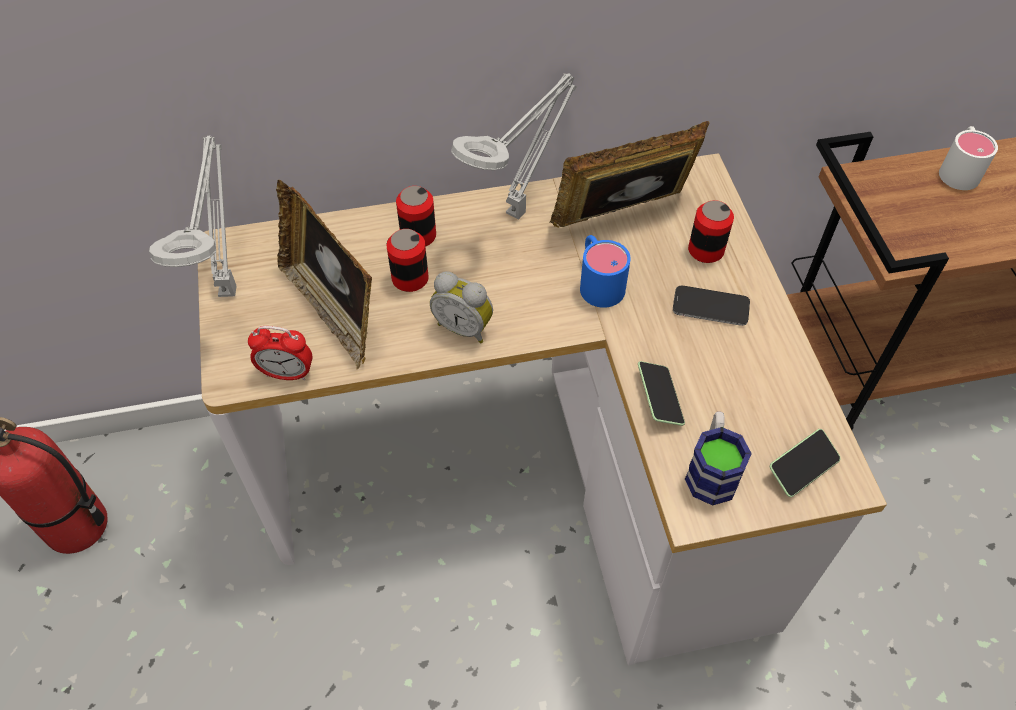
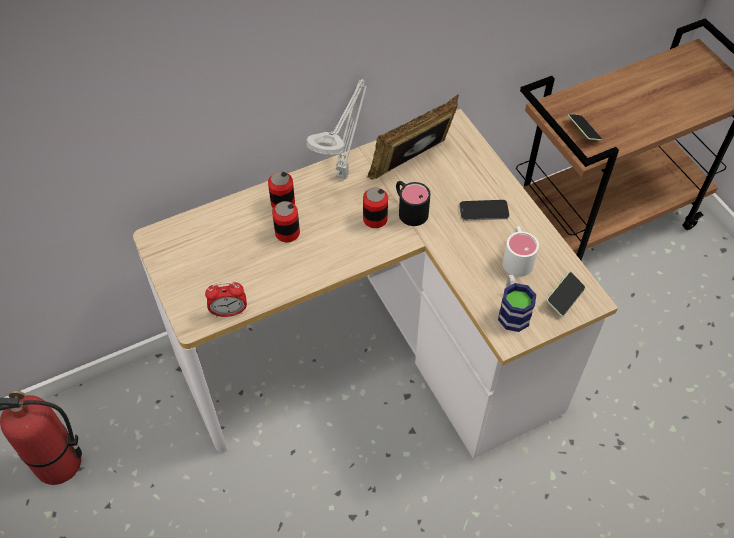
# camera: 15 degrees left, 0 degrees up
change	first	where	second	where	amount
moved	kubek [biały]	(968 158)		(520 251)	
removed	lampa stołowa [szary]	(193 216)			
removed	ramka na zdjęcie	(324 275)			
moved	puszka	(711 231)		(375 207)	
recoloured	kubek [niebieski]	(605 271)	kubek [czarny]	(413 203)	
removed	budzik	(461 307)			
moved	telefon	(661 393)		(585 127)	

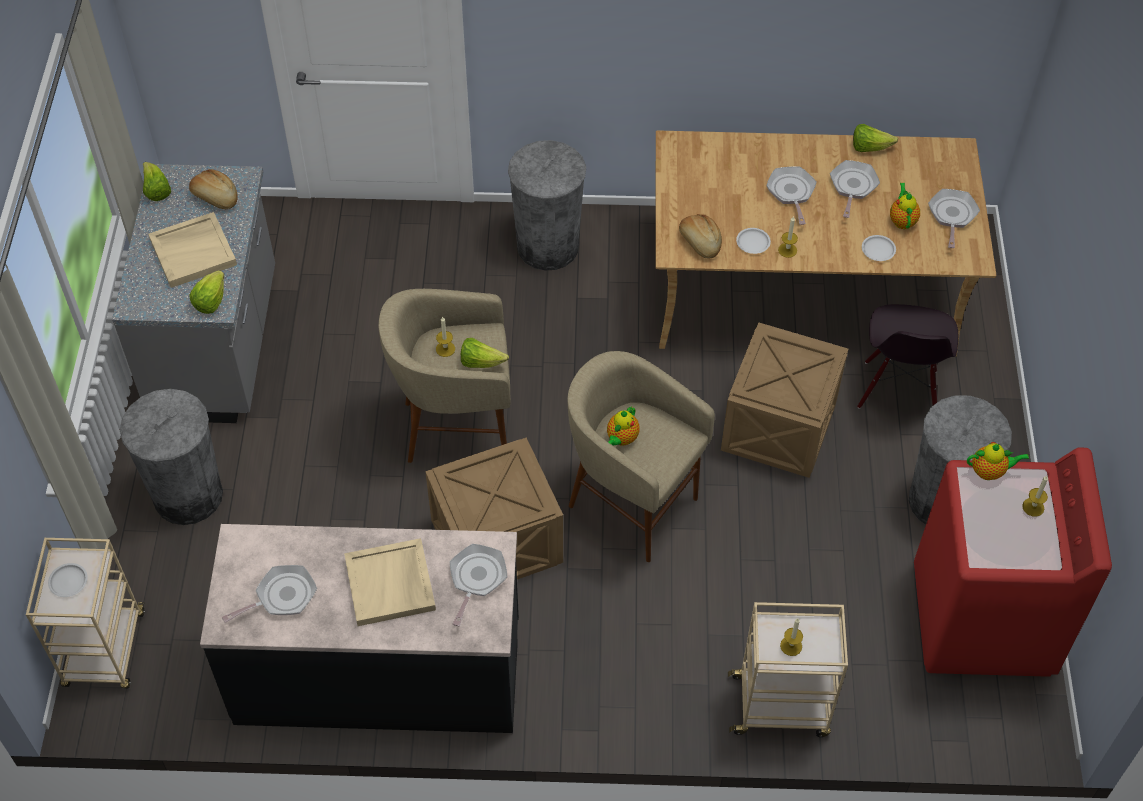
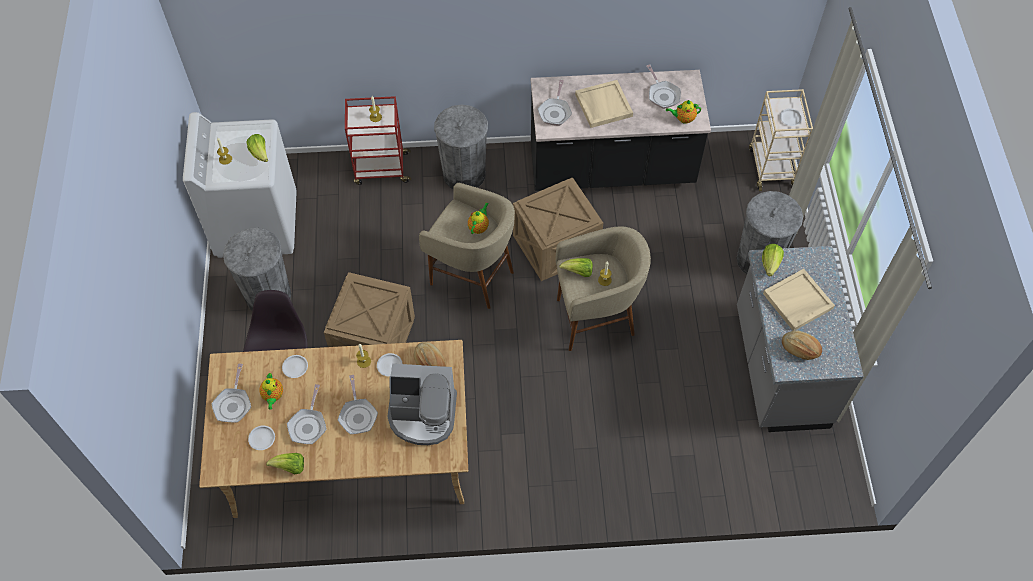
# camera: 175 degrees right, 5 degrees up
change	first	where	second	where	amount
moved	kosz na śmieci [szary]	(547 205)		(461 147)	
moved	sałata	(157 181)		(257 148)	
moved	imbryk	(998 461)		(683 112)	
recoloured	pralka [czerwony]	(1013 562)	pralka [biały]	(240 185)	
turned	patelnia	(269 594)		(664 87)	75 degrees counterclockwise
recoloured	wózek [beżowy]	(788 669)	wózek [czerwony]	(378 140)	
added			ekspres do kawy	(422 404)	
added			talerz [biały]	(261 438)	

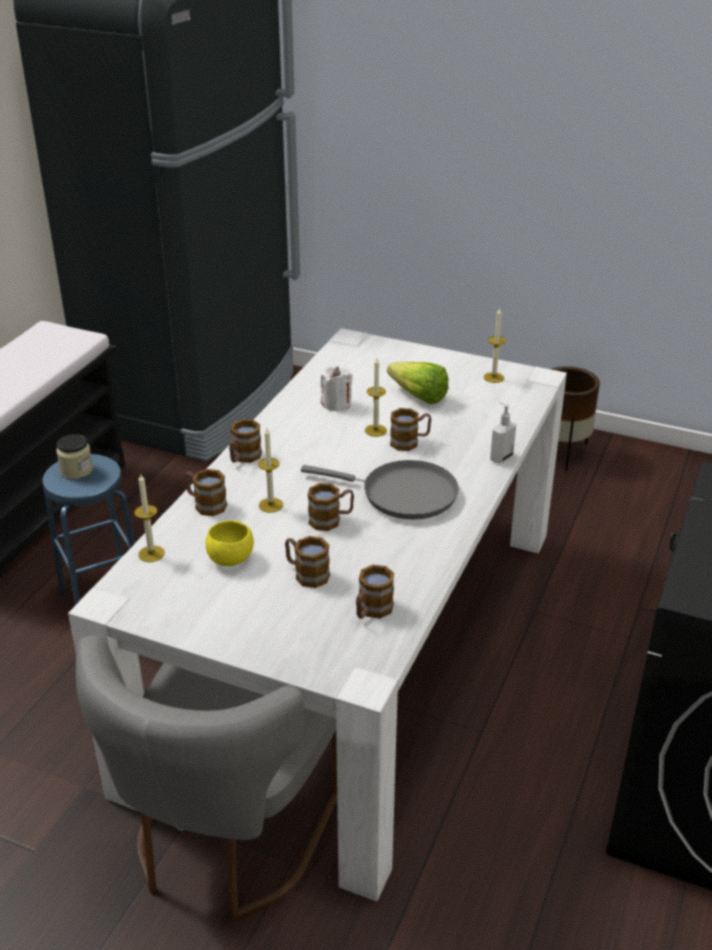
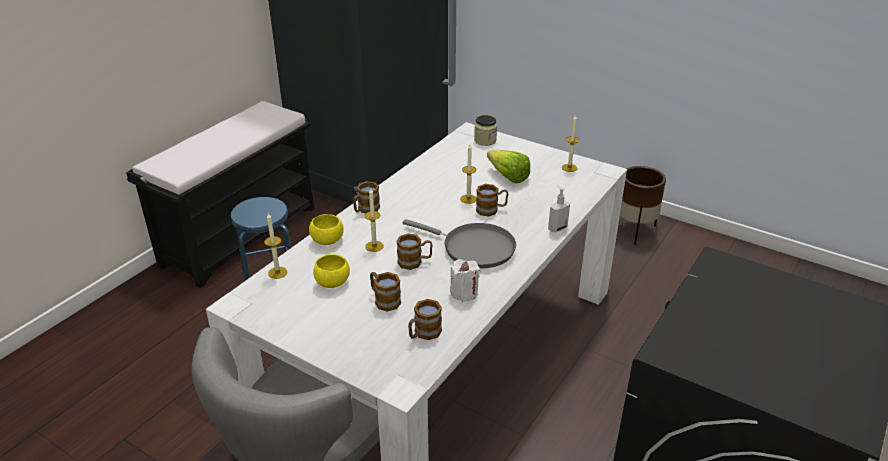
# camera: 10 degrees right, 0 degrees up
change	first	where	second	where	amount
moved	świeca [biały]	(337 389)		(465 280)	
moved	słoik	(74 456)		(485 130)	
replaced	kubek	(206 492)	miska [żółty]	(326 229)	

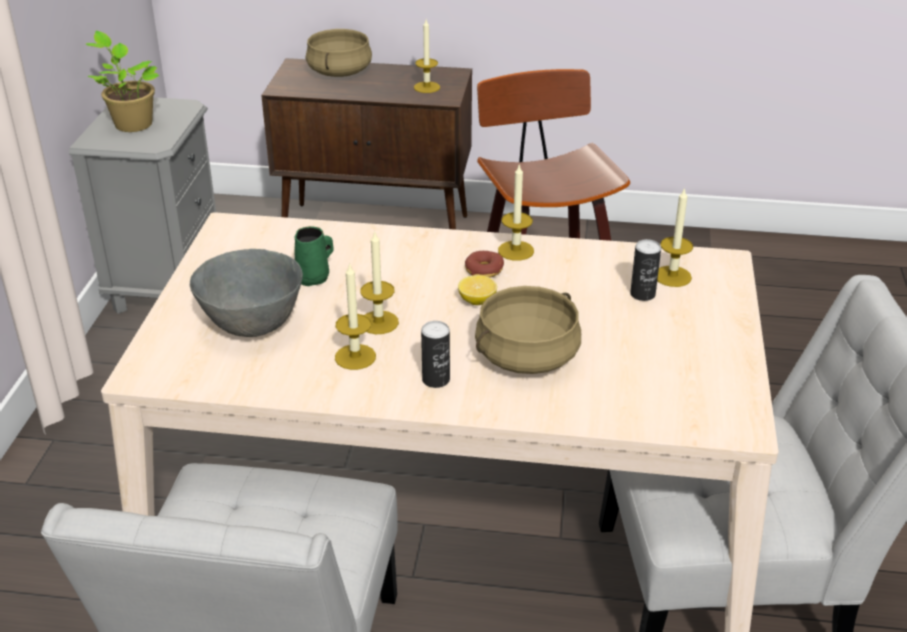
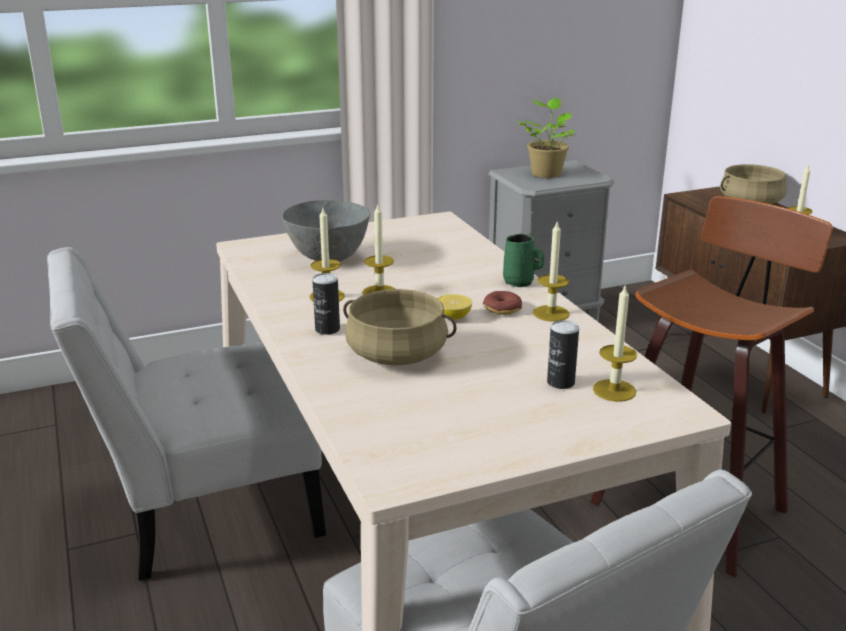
# camera: 60 degrees right, 10 degrees down
change	first	where	second	where	amount
moved	kubek [zielony]	(314 256)		(523 260)	

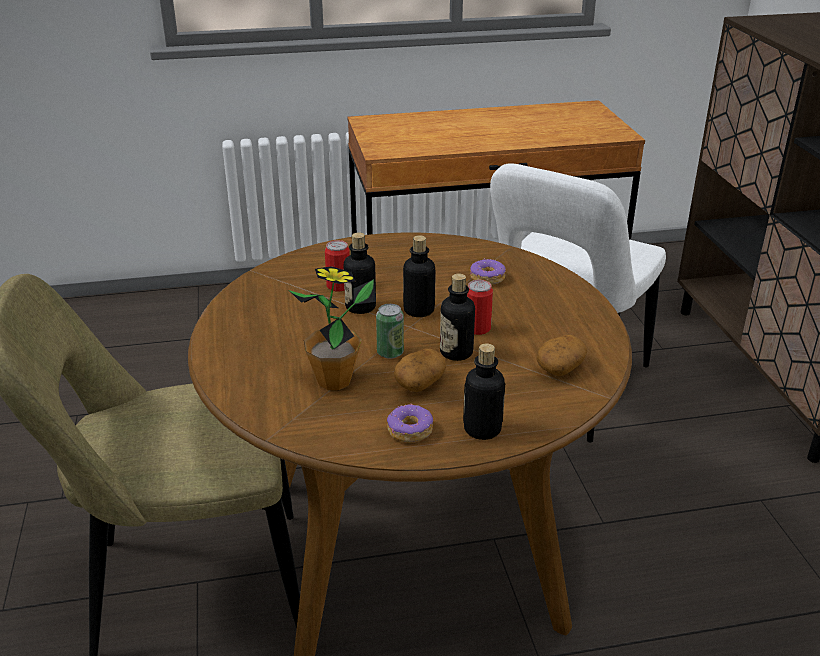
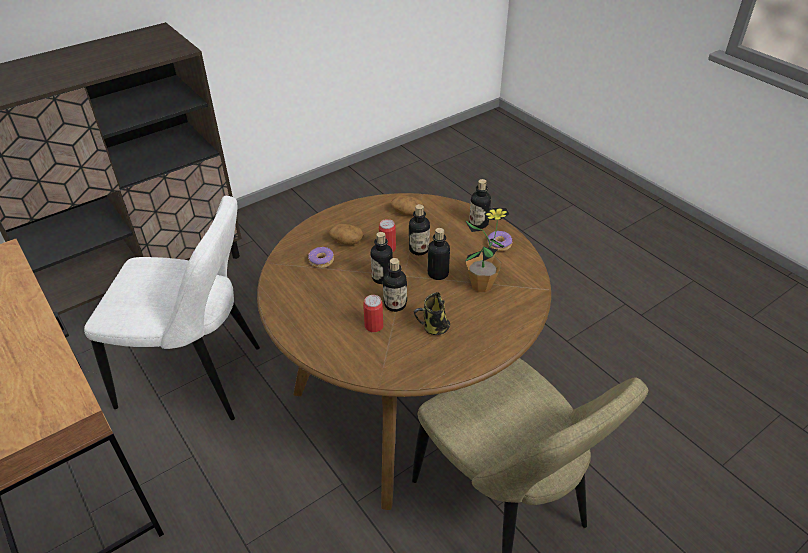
# camera: 115 degrees left, 10 degrees up
change	first	where	second	where	amount
replaced	puszka	(390 331)	butelka	(439 254)	
moved	ziemniak	(420 370)		(346 234)	
added			kubek	(432 313)	

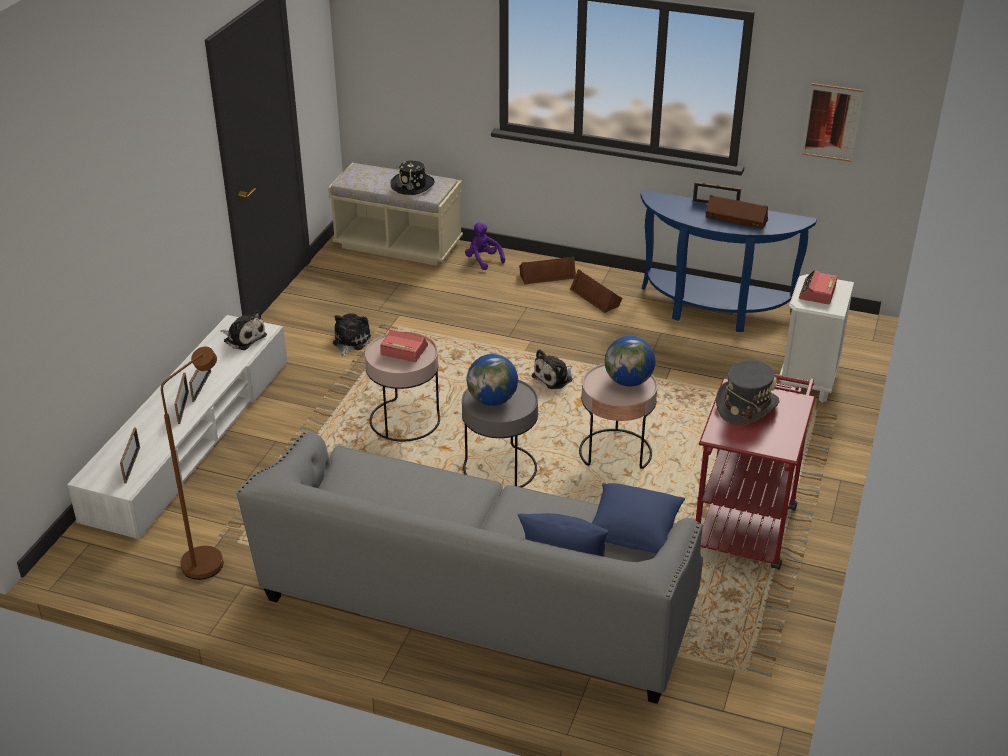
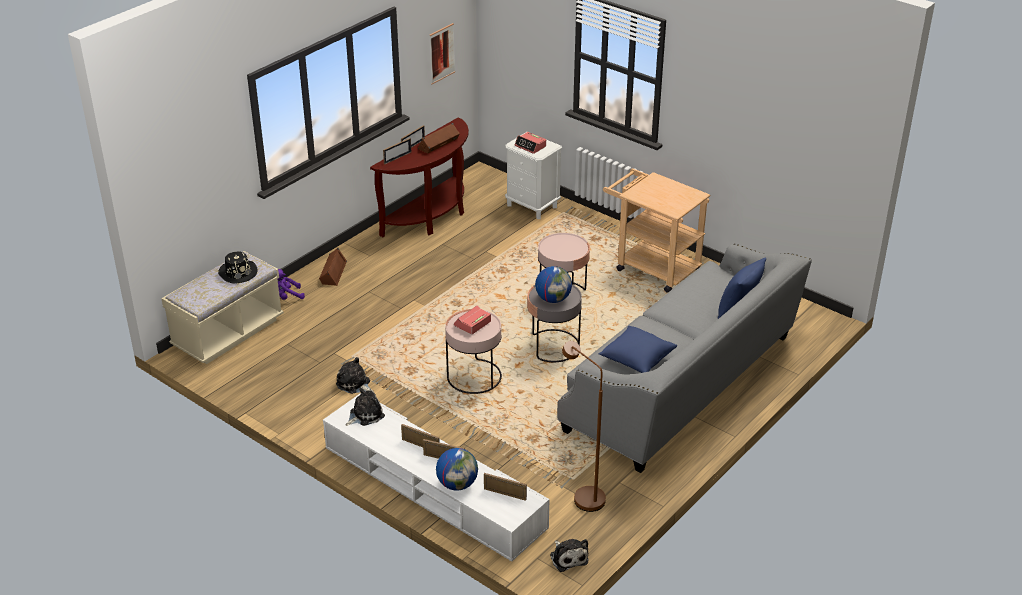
# camera: 70 degrees left, 0 degrees up
change	first	where	second	where	amount
recoloured	stolik konsolowy [niebieski]	(729 261)	stolik konsolowy [brązowy]	(419 177)	
removed	głośnik [brązowy]	(596 291)			
moved	globus	(630 361)		(457 469)	
moved	pluszak	(552 369)		(569 555)	
removed	kapelusz [szary]	(748 392)			
recoloured	wózek [czerwony]	(756 472)	wózek [beżowy]	(656 230)	
moved	poduszka [niebieski]	(638 518)		(637 349)	
added			ramka na zdjęcie	(397 151)	

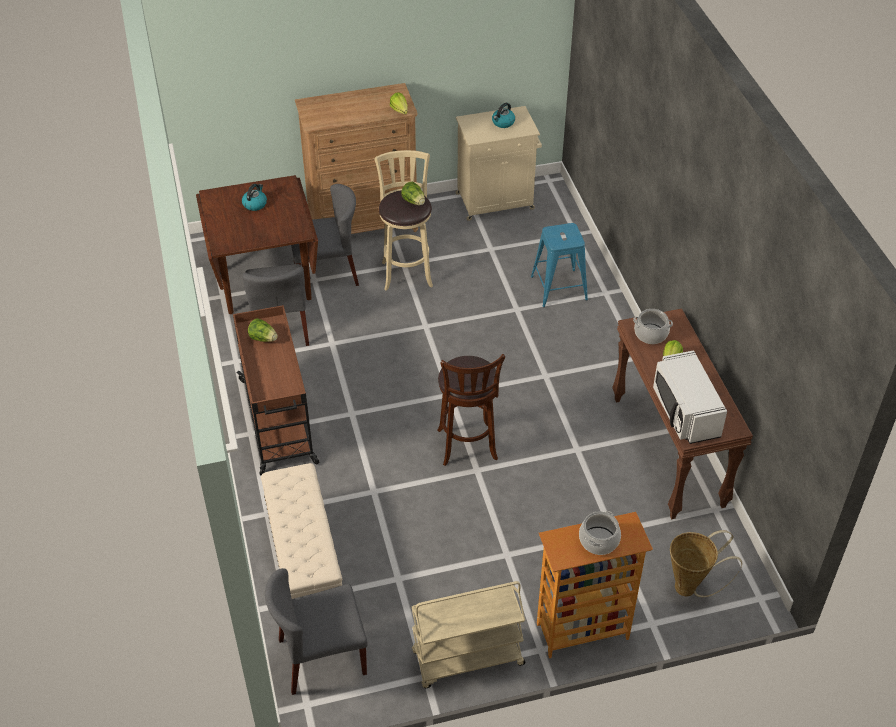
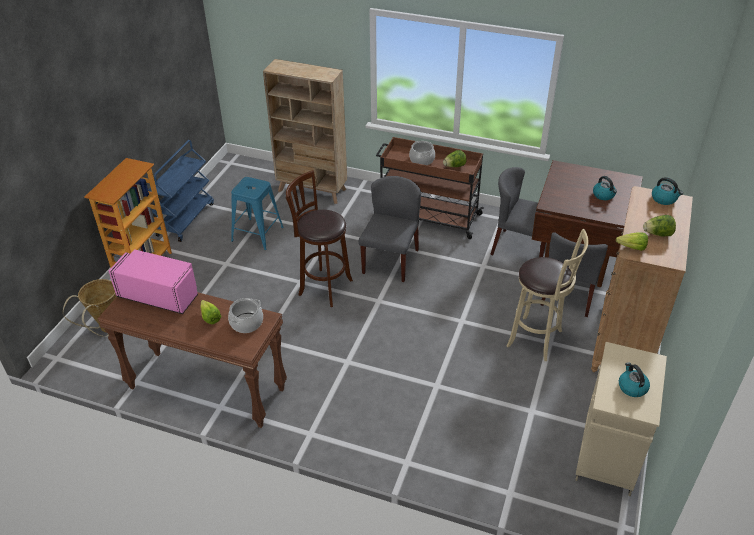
# camera: 125 degrees right, 5 degrees down
change	first	where	second	where	amount
moved	sałata	(413 193)		(659 226)	
moved	stołek [niebieski]	(559 265)		(257 213)	
recoloured	mikrofalówka [biały]	(690 397)	mikrofalówka [różowy]	(153 281)	
replaced	ławka [beżowy]	(301 531)	regał [beżowy]	(305 131)	
moved	garnek	(600 533)		(422 153)	
moved	krzesło [szary]	(316 631)		(390 229)	
recoloured	wózek [beżowy]	(468 634)	wózek [niebieski]	(181 191)	
added			czajnik	(667 191)	

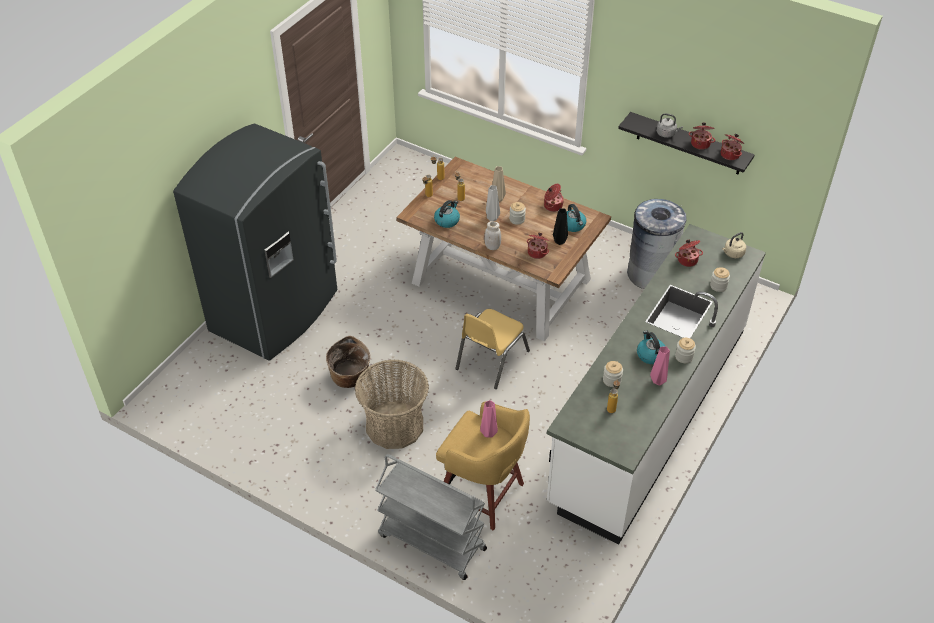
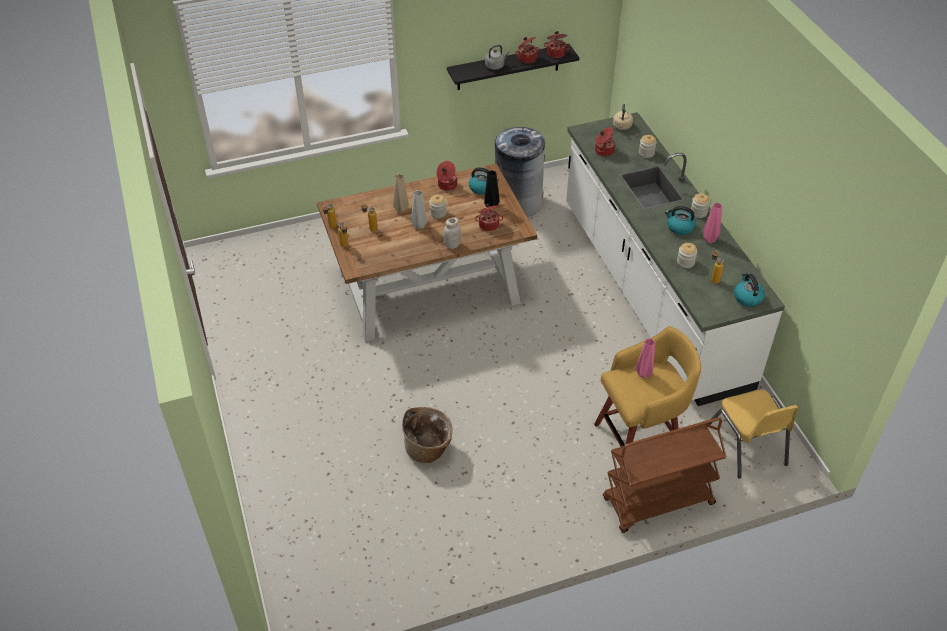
# camera: 50 degrees left, 0 degrees up
change	first	where	second	where	amount
removed	lodówka [szary]	(255 242)			
moved	czajnik	(447 214)		(749 290)	
moved	krzesło [żółty]	(492 349)		(753 434)	
removed	koszyk	(392 404)			
recoloured	wózek [szary]	(431 517)	wózek [brązowy]	(665 475)	

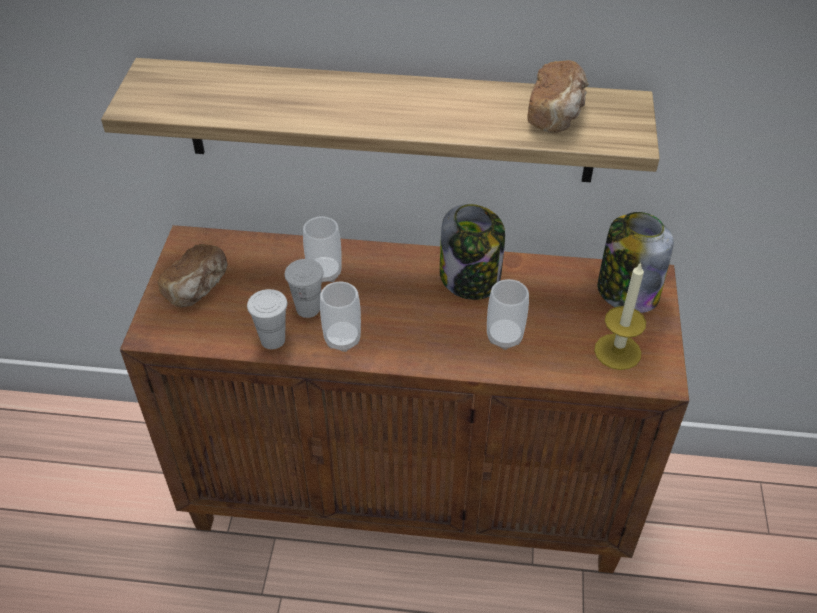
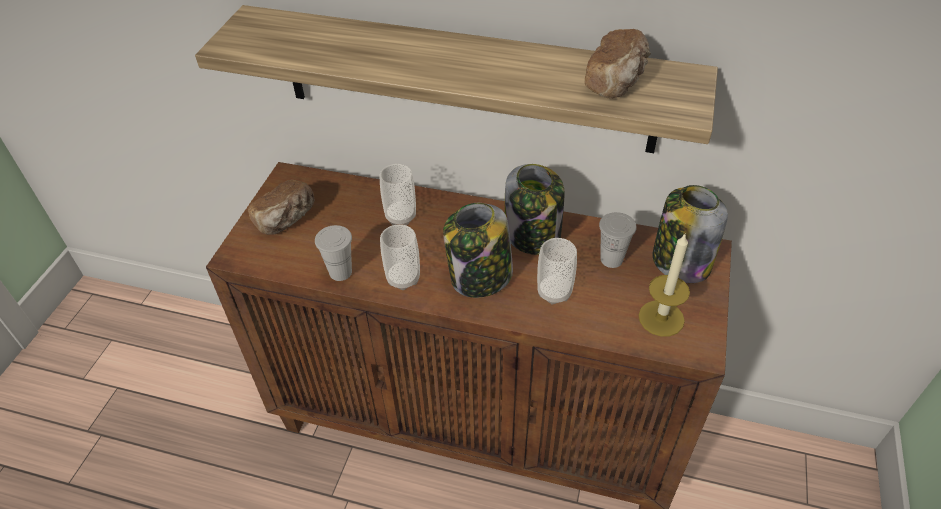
# camera: 10 degrees right, 0 degrees up
change	first	where	second	where	amount
moved	filiżanka [biały]	(304 288)		(617 240)	
added			słoik	(478 250)	

